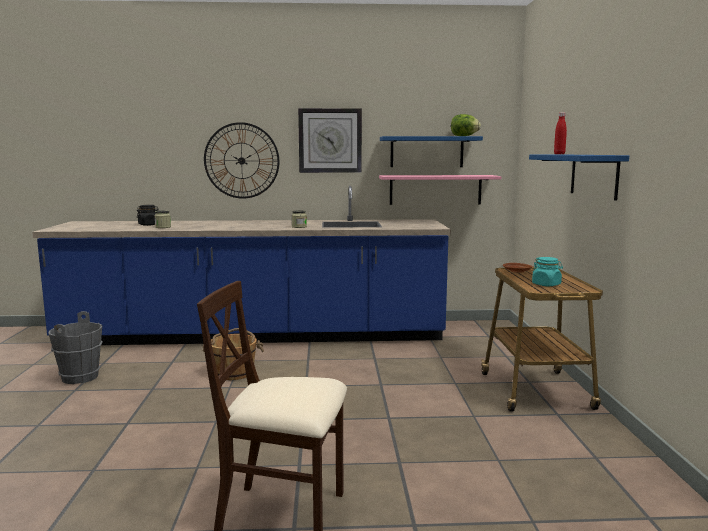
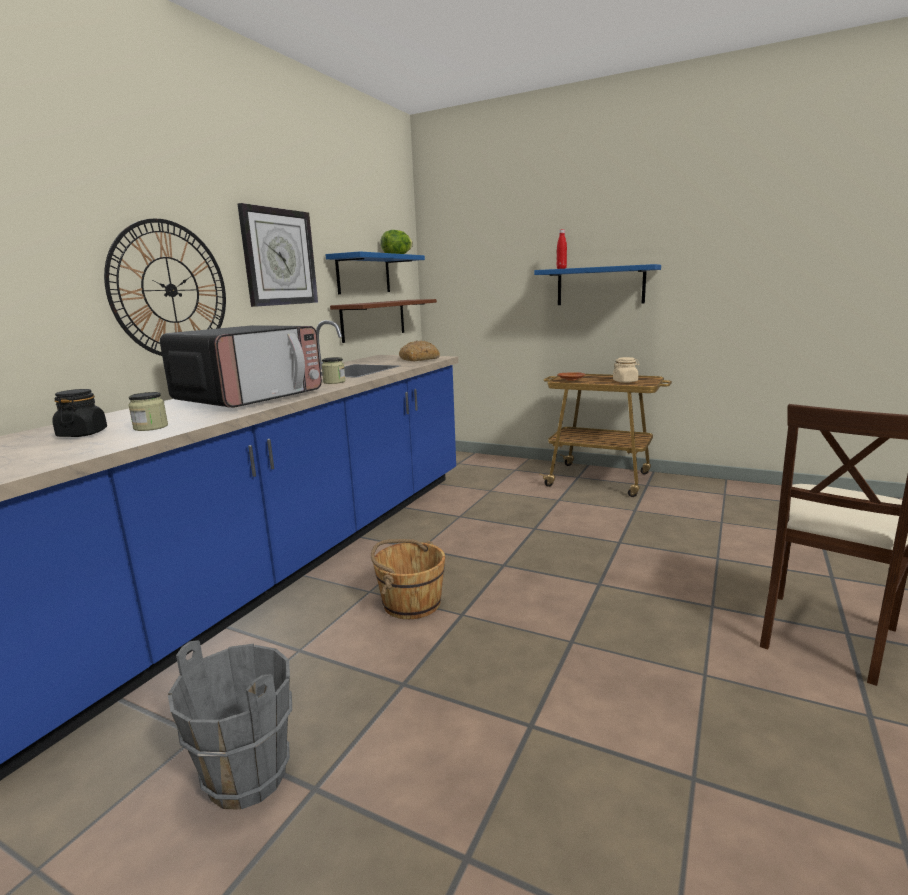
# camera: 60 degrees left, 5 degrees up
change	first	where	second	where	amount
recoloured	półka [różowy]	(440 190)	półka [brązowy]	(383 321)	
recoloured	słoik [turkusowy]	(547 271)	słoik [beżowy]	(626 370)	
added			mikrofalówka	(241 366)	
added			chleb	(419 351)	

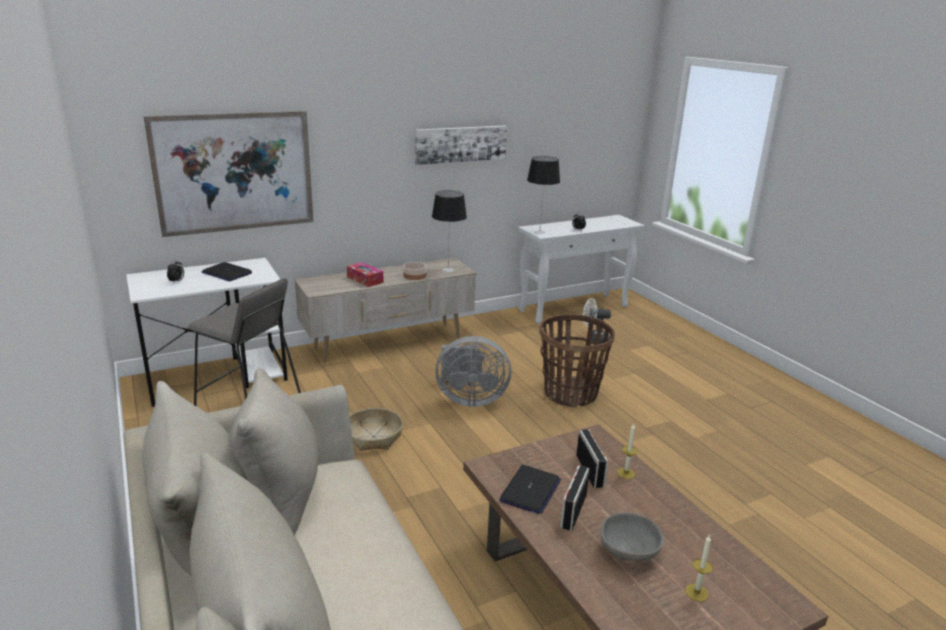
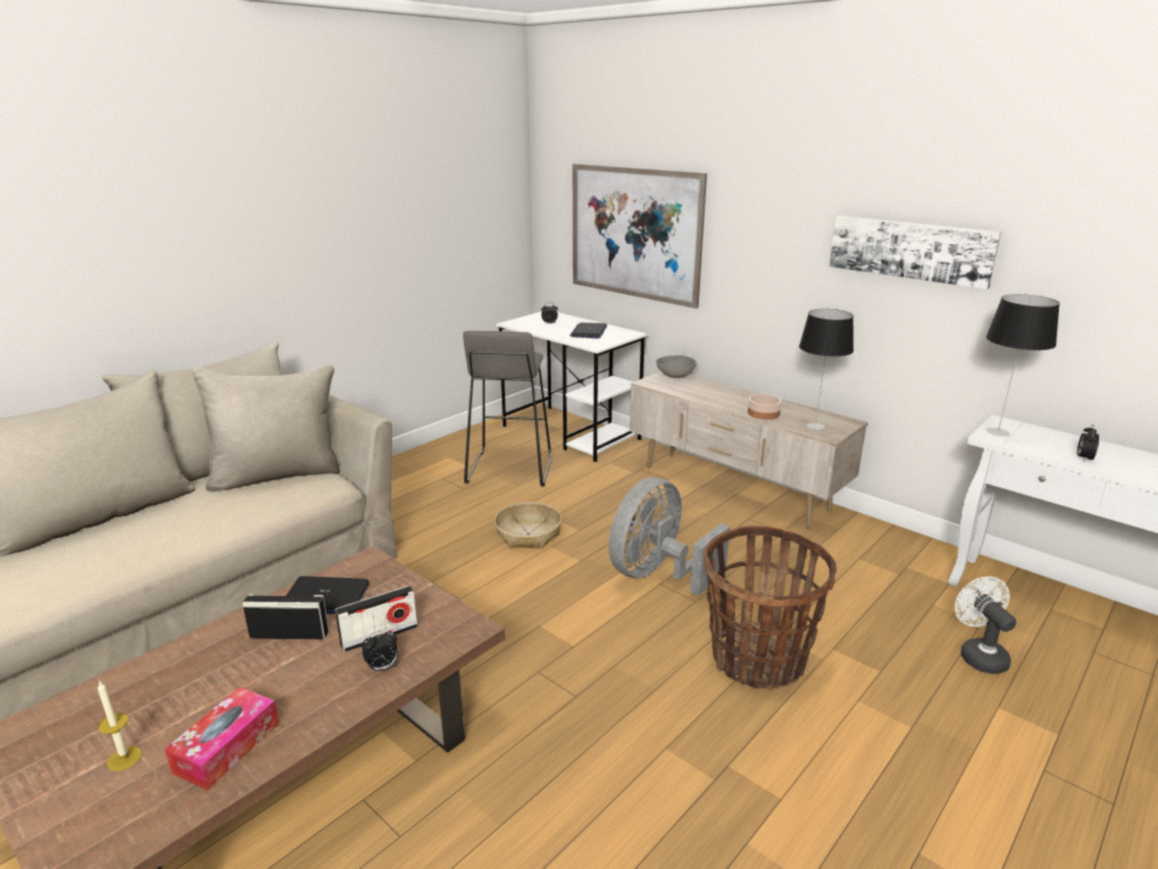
# camera: 70 degrees right, 0 degrees up
change	first	where	second	where	amount
moved	pudełko chusteczek	(365 274)		(221 738)	
turned	wentylator [szary]	(473 371)		(669 536)	60 degrees clockwise
replaced	świeca	(627 451)	budzik	(380 651)	
moved	miska [szary]	(632 537)		(676 366)	

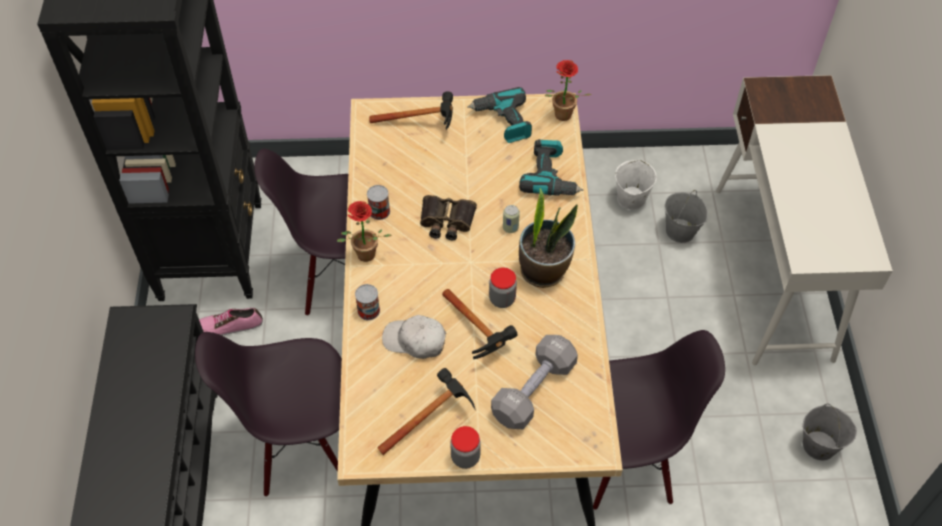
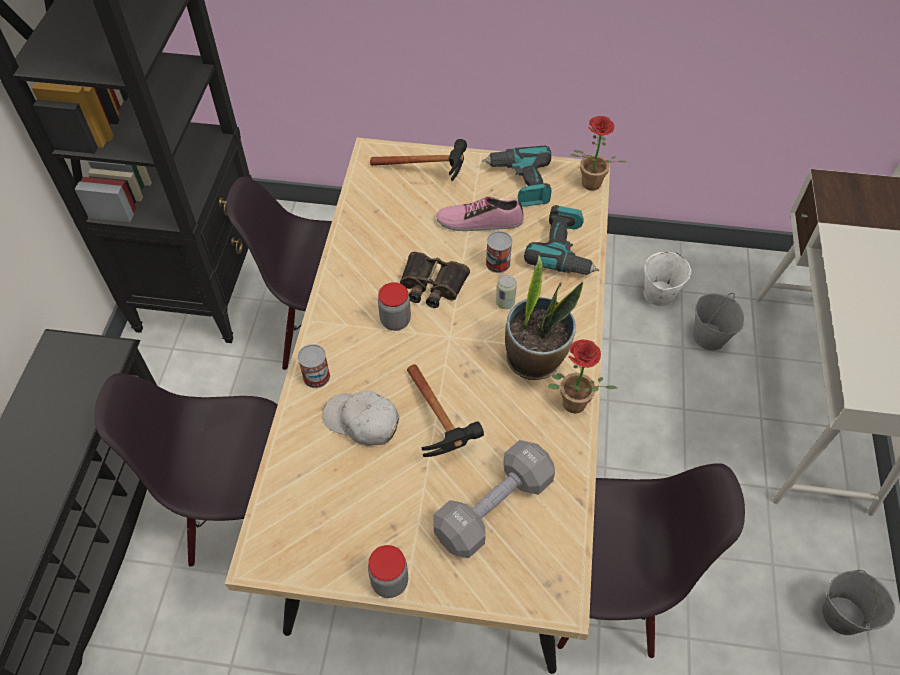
# camera: 10 degrees right, 0 degrees up
change	first	where	second	where	amount
moved	puszka	(378 202)		(499 252)	
moved	roślina doniczkowa	(364 231)		(582 376)	
moved	słoik	(503 287)		(394 306)	
moved	but	(231 321)		(480 214)	
removed	młotek	(426 411)			

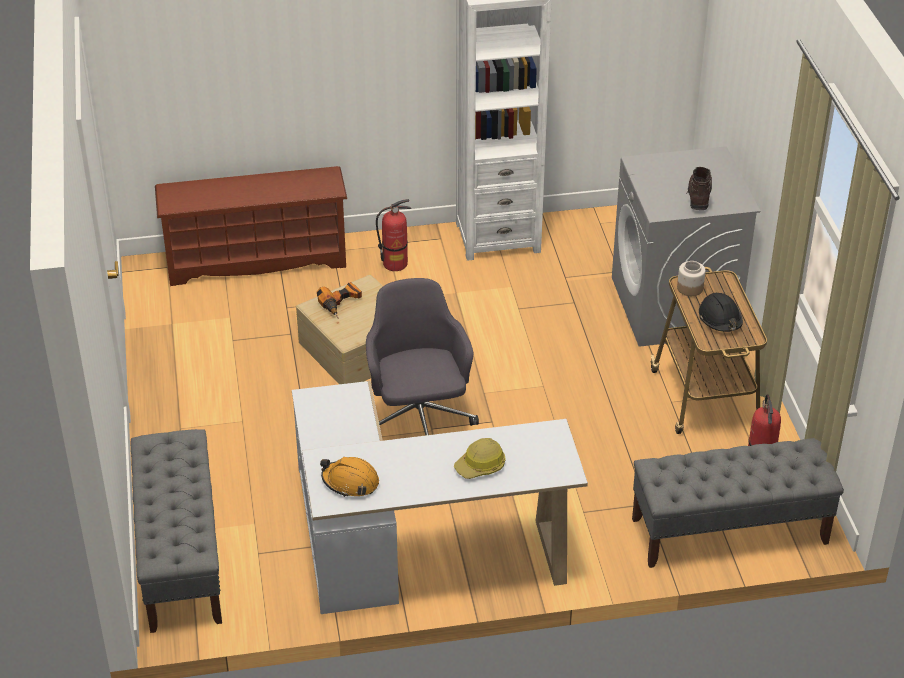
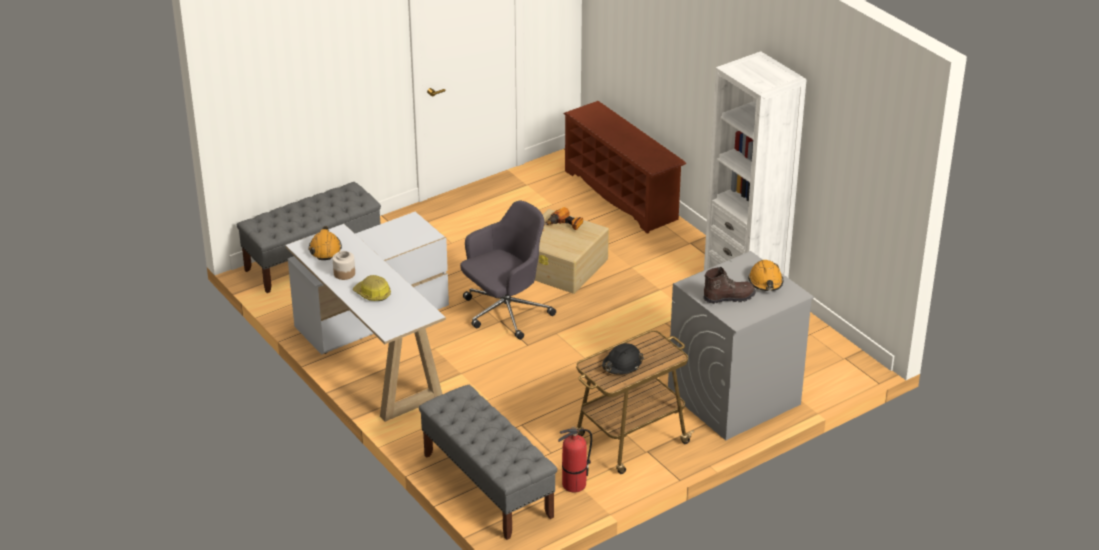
# camera: 65 degrees right, 5 degrees down
change	first	where	second	where	amount
removed	gaśnica	(393 235)			
moved	słoik	(691 278)		(344 265)	
added			kask [pomarańczowy]	(765 275)	

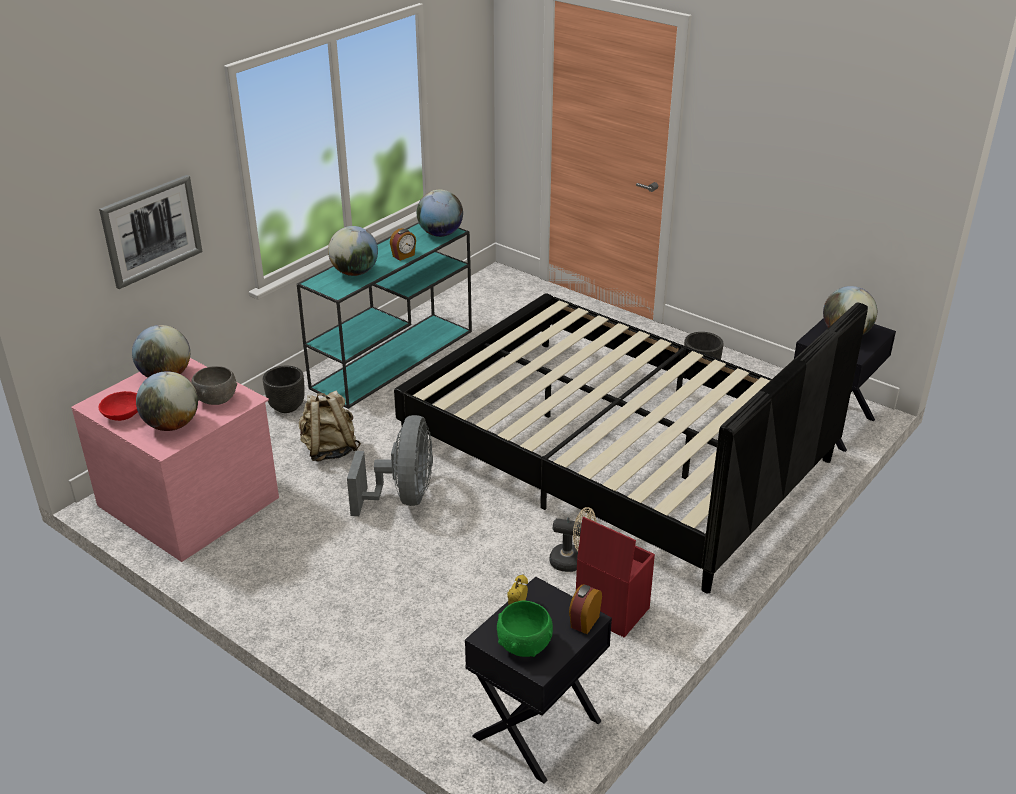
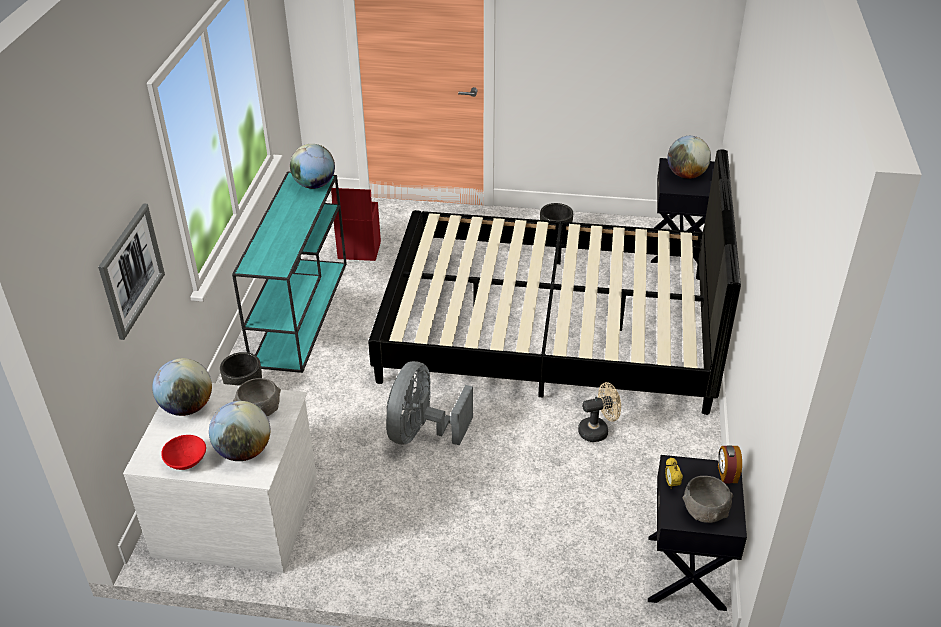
# camera: 30 degrees left, 5 degrees up
change	first	where	second	where	amount
removed	globus	(353 251)			
removed	budzik	(403 244)			
recoloured	komoda [różowy]	(175 460)	komoda [biały]	(220 478)	
removed	plecak [beżowy]	(330 426)			
turned	wentylator [szary]	(390 465)		(429 403)	135 degrees counterclockwise
moved	pojemnik do przechowywania [czerwony]	(615 577)		(356 224)	
recoloured	miska [zielony]	(525 629)	miska [szary]	(708 499)	

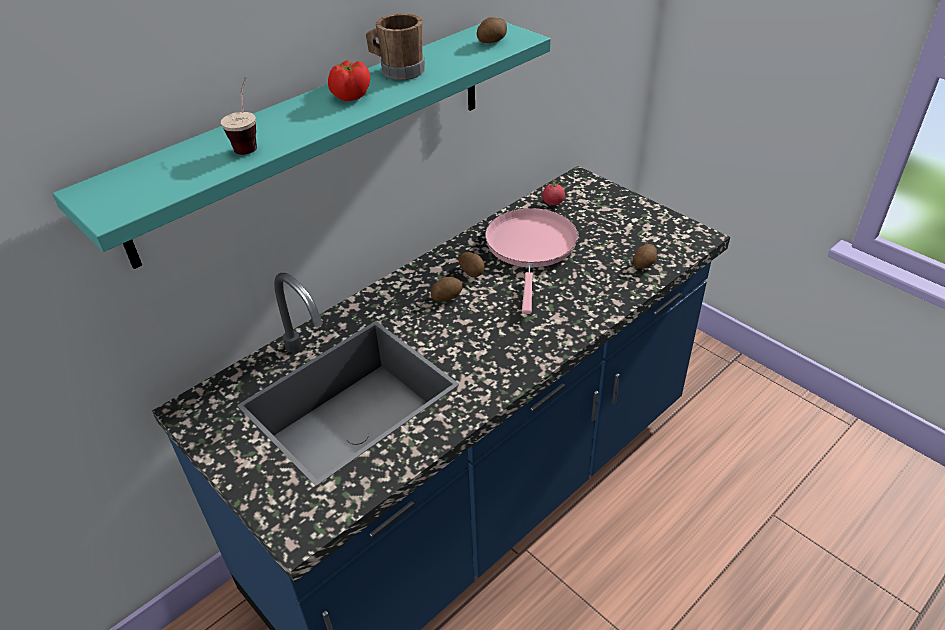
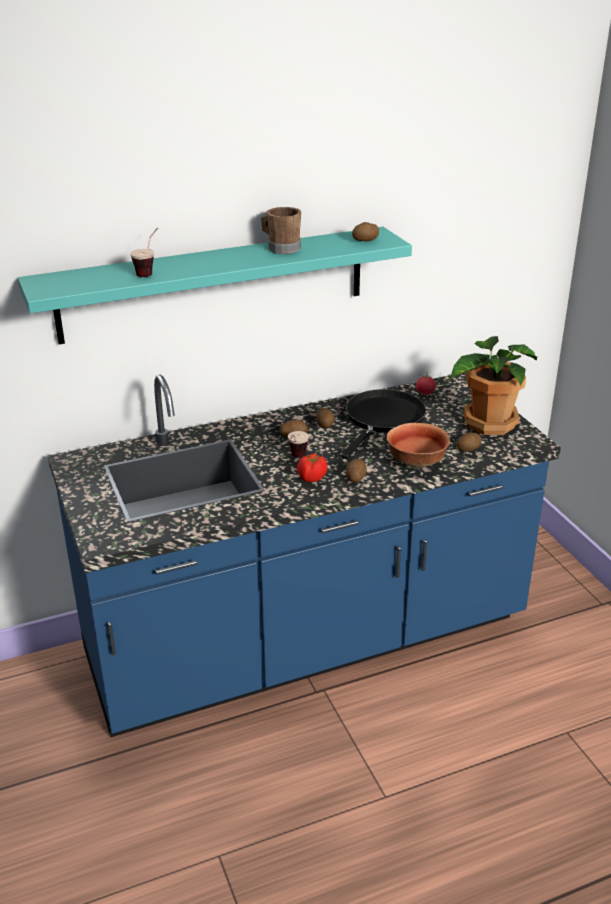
# camera: 20 degrees right, 10 degrees down
change	first	where	second	where	amount
moved	pomidor	(349 80)		(312 467)	
recoloured	patelnia [różowy]	(531 261)	patelnia [czarny]	(383 424)	
added			roślina doniczkowa	(493 385)	
added			miska	(418 446)	
added			filiżanka	(298 444)	
added			ziemniak	(356 470)	

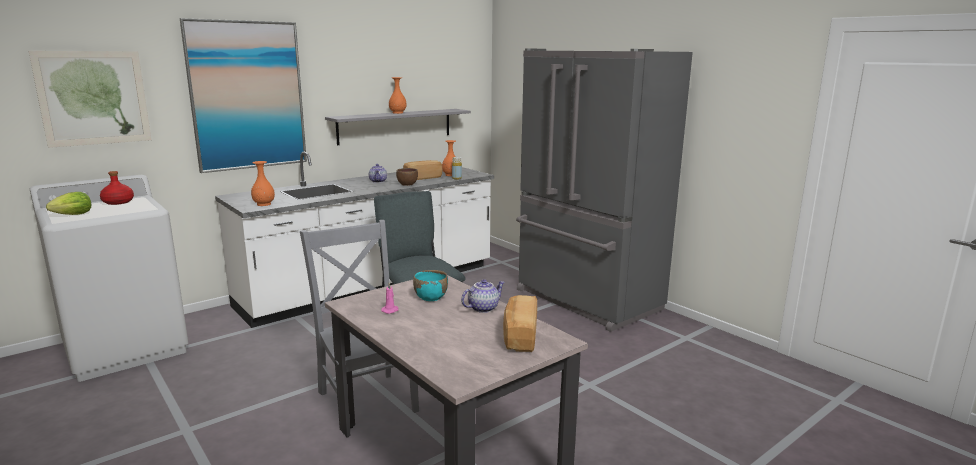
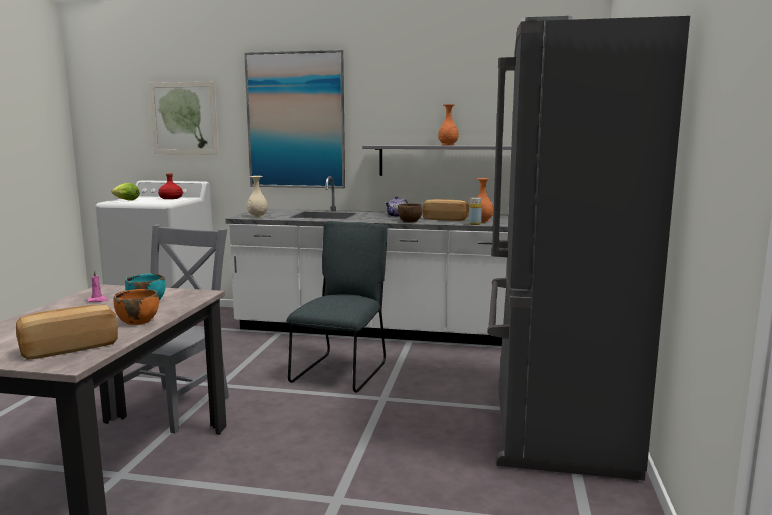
# camera: 50 degrees right, 5 degrees down
change	first	where	second	where	amount
recoloured	wazon [pomarańczowy]	(263 183)	wazon [beżowy]	(257 196)	
replaced	imbryk	(483 296)	miska [pomarańczowy]	(136 307)	

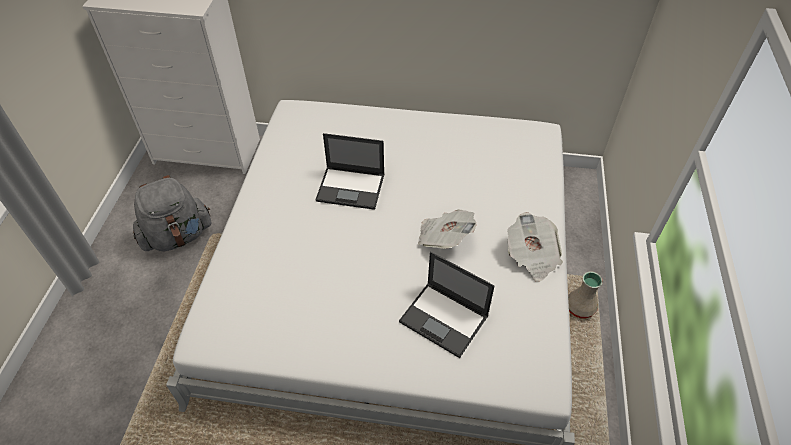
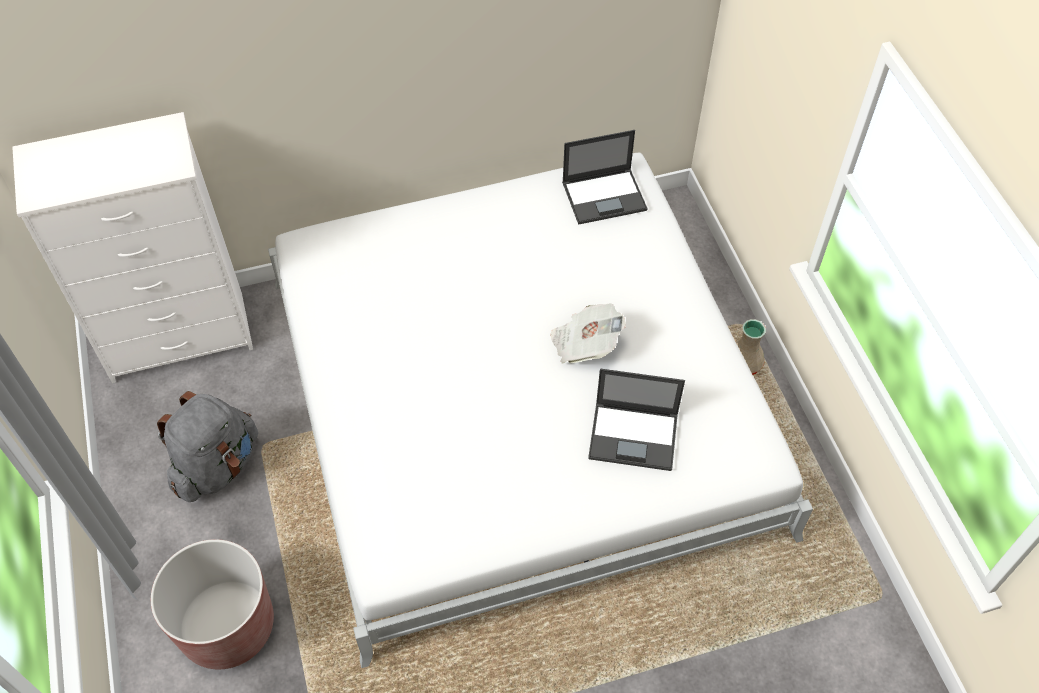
# camera: 25 degrees left, 5 degrees up
change	first	where	second	where	amount
moved	laptop	(349 171)		(605 177)	
removed	gazeta	(535 247)			
added			donica [brązowy]	(212 604)	

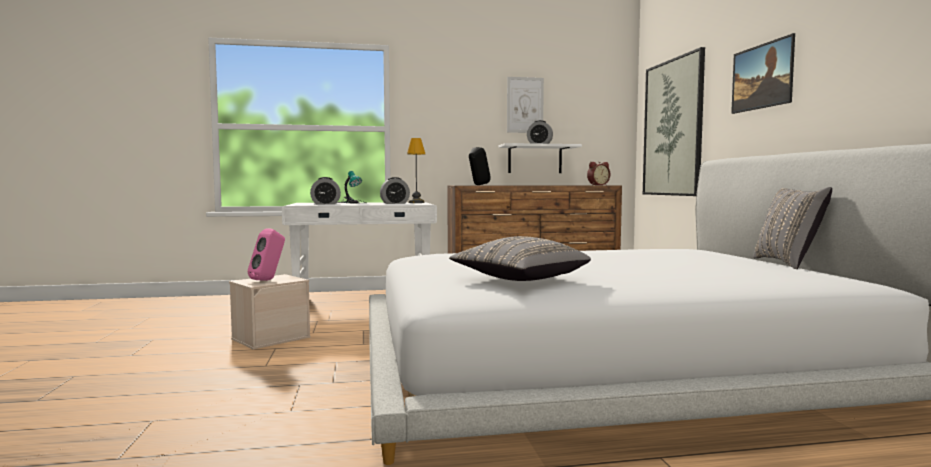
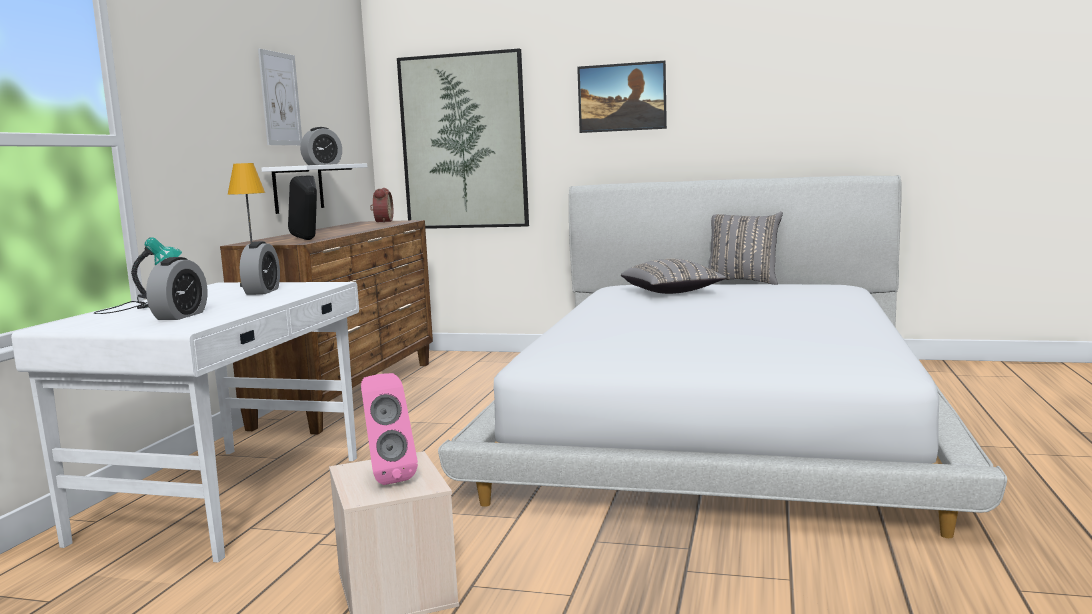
# camera: 65 degrees left, 5 degrees up
change	first	where	second	where	amount
moved	poduszka [szary]	(520 258)		(673 276)	

